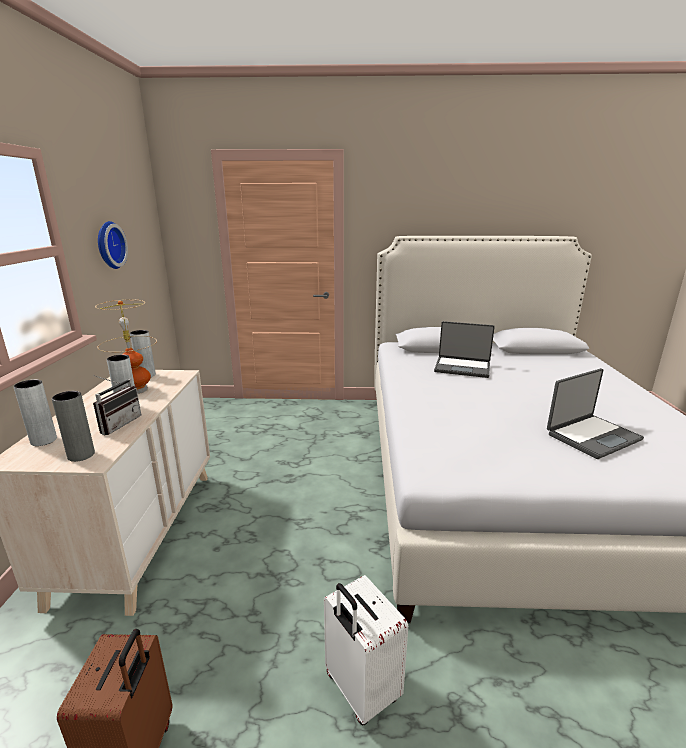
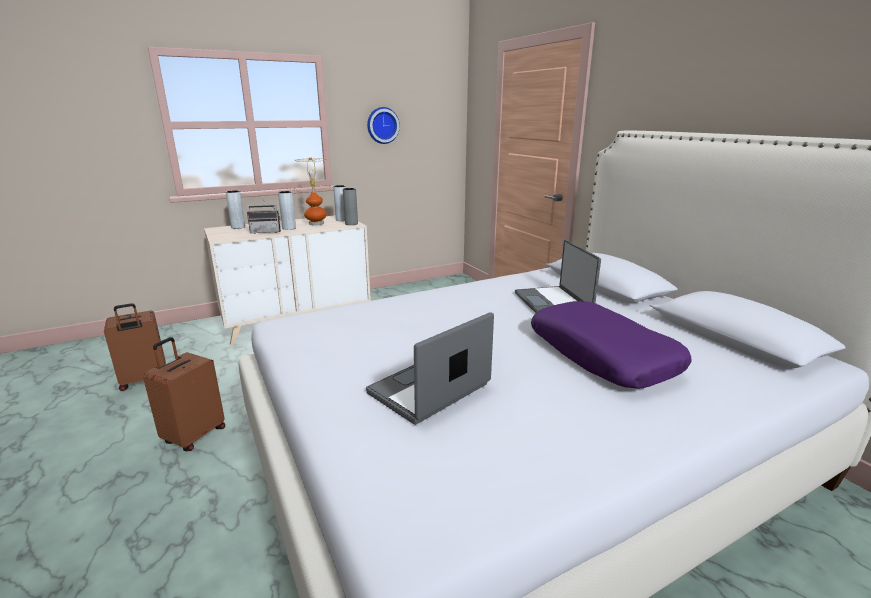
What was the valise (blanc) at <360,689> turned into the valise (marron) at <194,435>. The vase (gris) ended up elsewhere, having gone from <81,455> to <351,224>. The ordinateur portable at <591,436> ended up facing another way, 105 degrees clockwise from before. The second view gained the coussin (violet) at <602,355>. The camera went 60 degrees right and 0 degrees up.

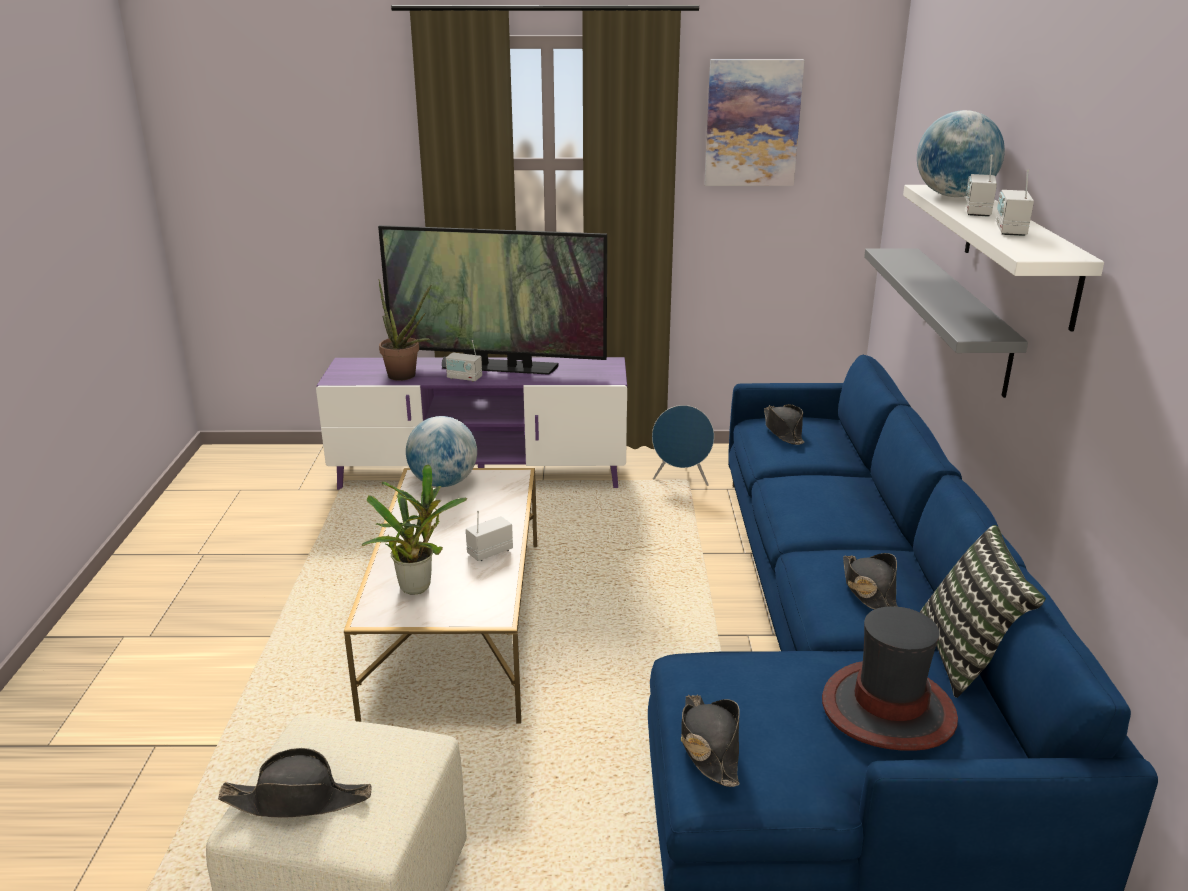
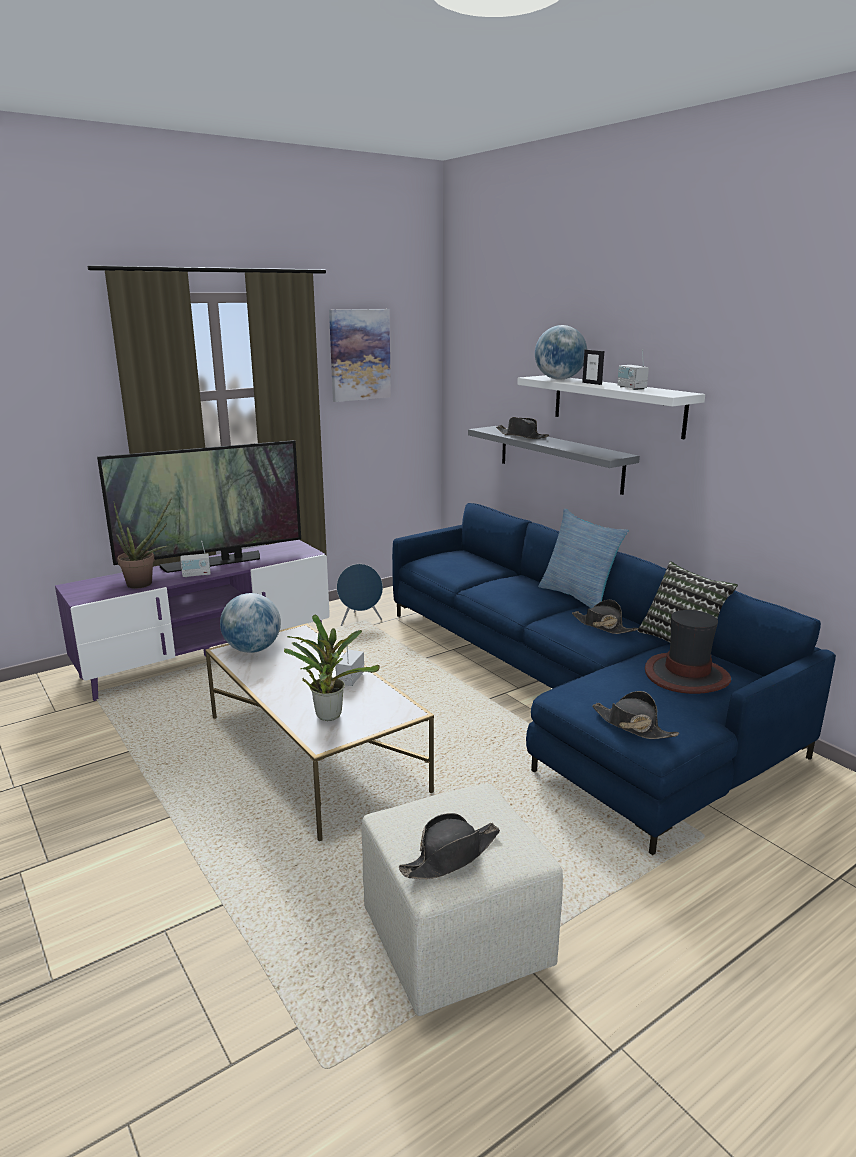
The chapeau (noir) ended up elsewhere, having gone from <783,431> to <522,436>. The second view gained the coussin at <579,597>. Where the radio stood at <977,212>, the cadre photo came to stand at <592,383>. The camera went 35 degrees left and 5 degrees down.

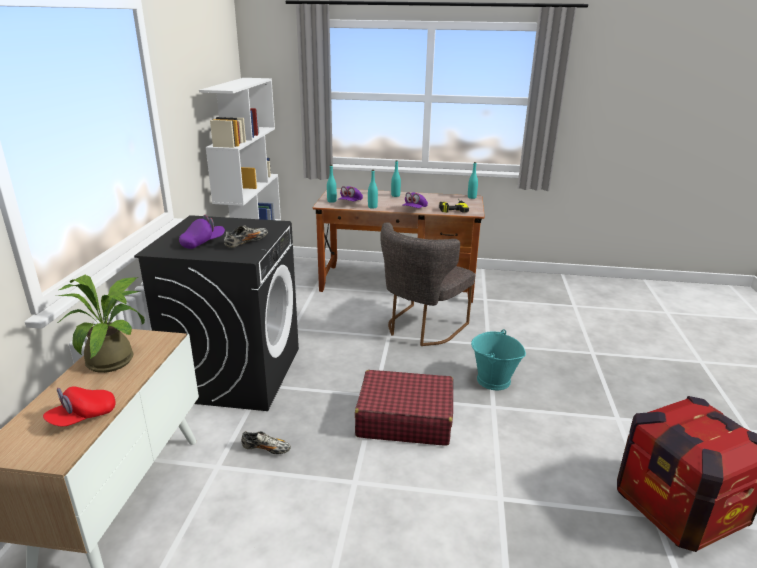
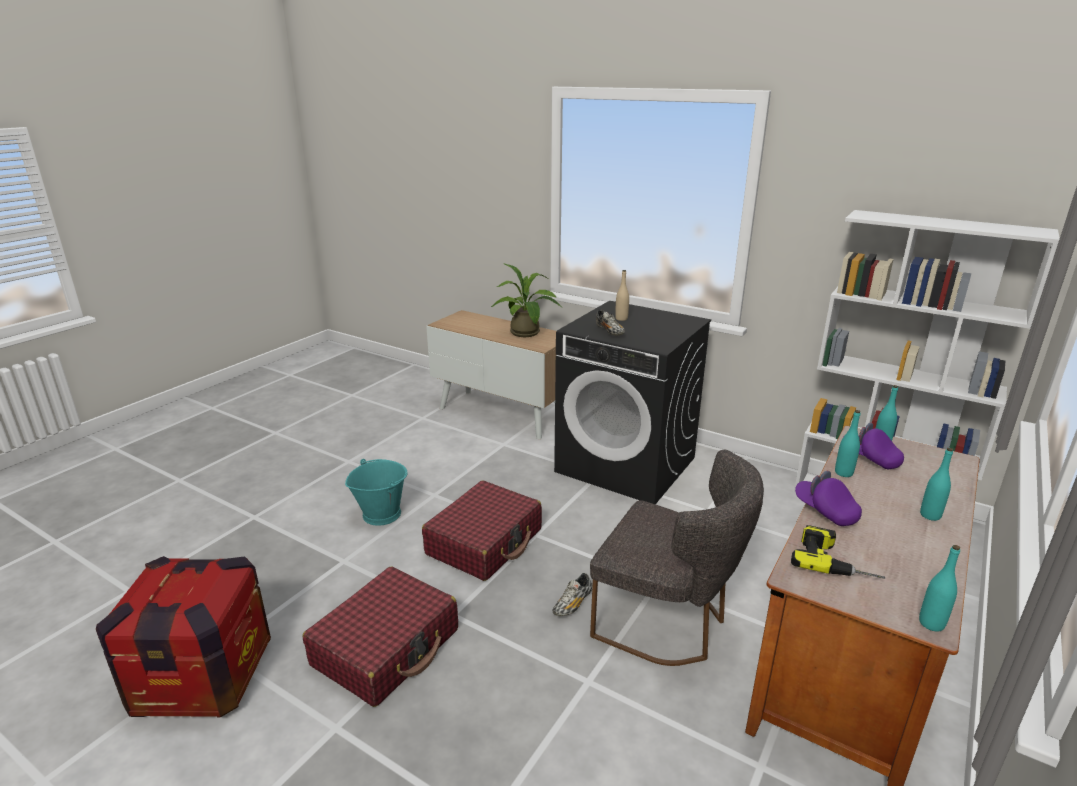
The second view gained the valise (rouge) at <386,647>. The seau (turquoise) ended up elsewhere, having gone from <493,380> to <381,513>. The chaussure ended up elsewhere, having gone from <266,449> to <572,604>. The chaise (gris) at <421,328> ended up facing another way, 150 degrees clockwise from before. Where the casquette (violet) stood at <203,243>, the bouteille (beige) came to stand at <621,319>. The second view lost the casquette (rouge) at <83,417>. The camera went 115 degrees right and 0 degrees up.

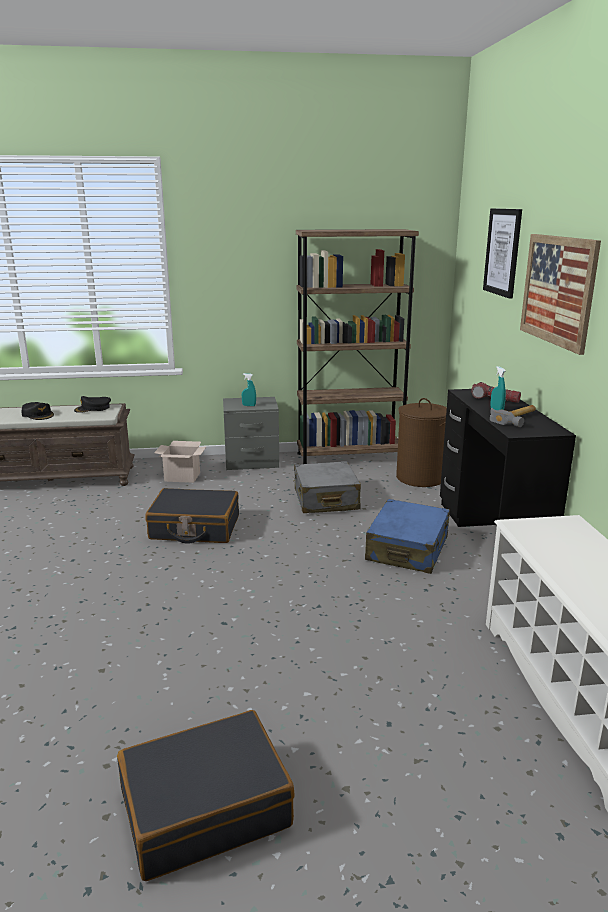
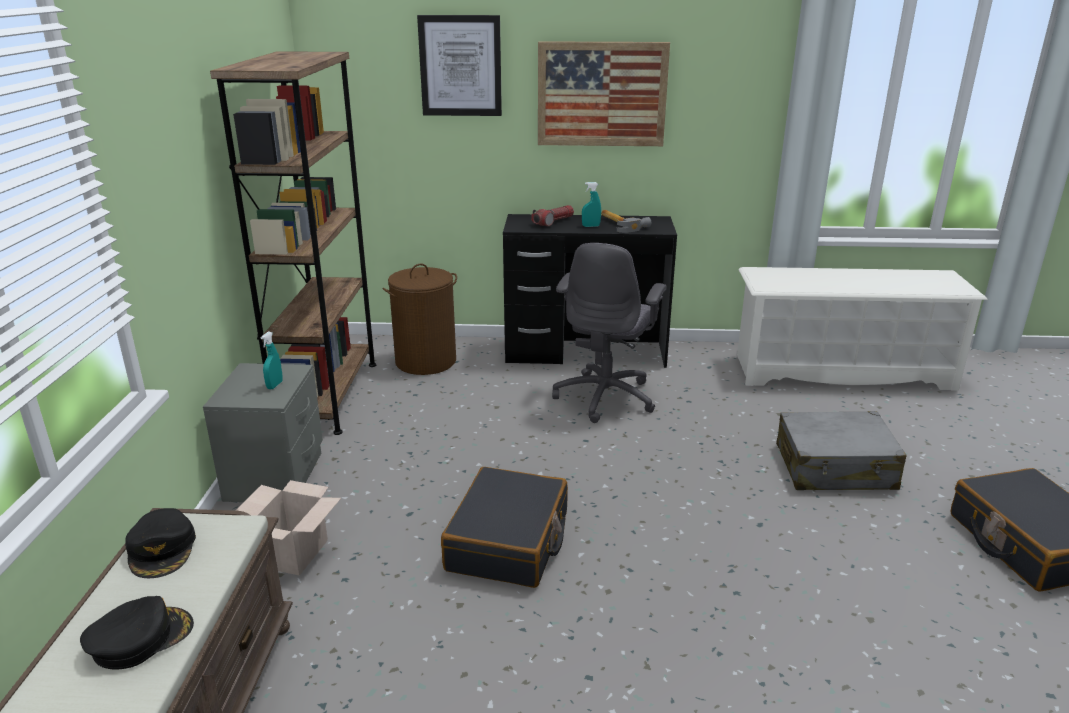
Where the valise (bleu) stood at <407,549>, the chaise de bureau (gris) came to stand at <606,397>. The valise (gris) ended up elsewhere, having gone from <325,499> to <835,468>. The camera went 80 degrees left and 5 degrees up.

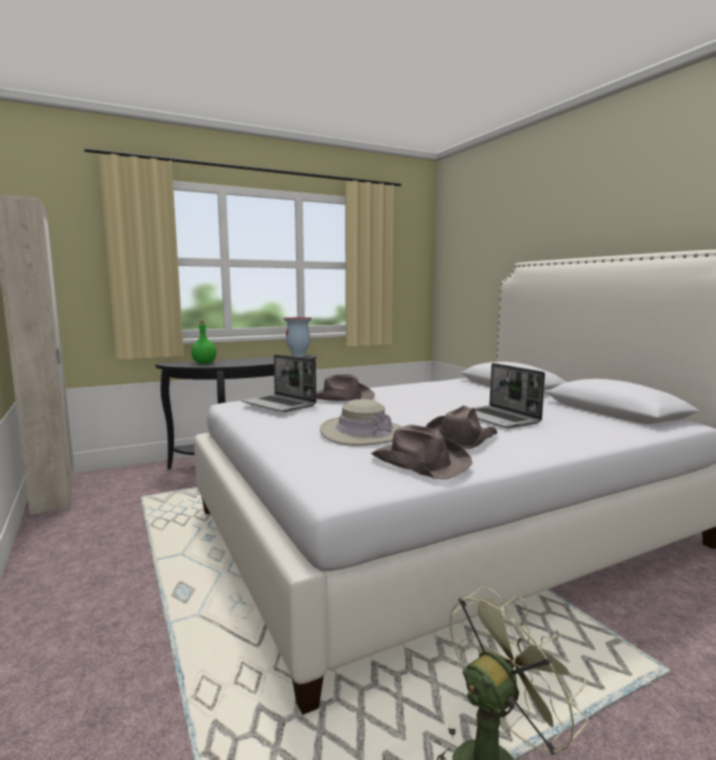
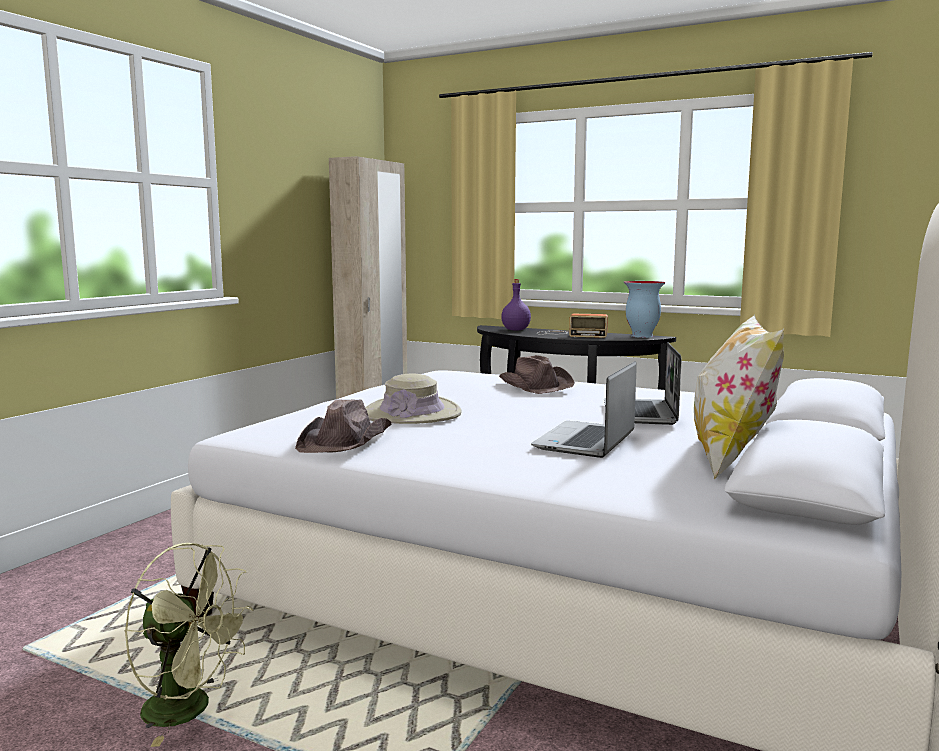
What was the bouteille (vert) at <204,363> turned into the bouteille (violet) at <516,330>. The second view gained the radio at <569,334>. The ordinateur portable ended up elsewhere, having gone from <280,404> to <641,414>. The second view gained the coussin at <731,458>. The second view lost the chapeau (marron) at <459,439>. The camera went 55 degrees right and 0 degrees up.

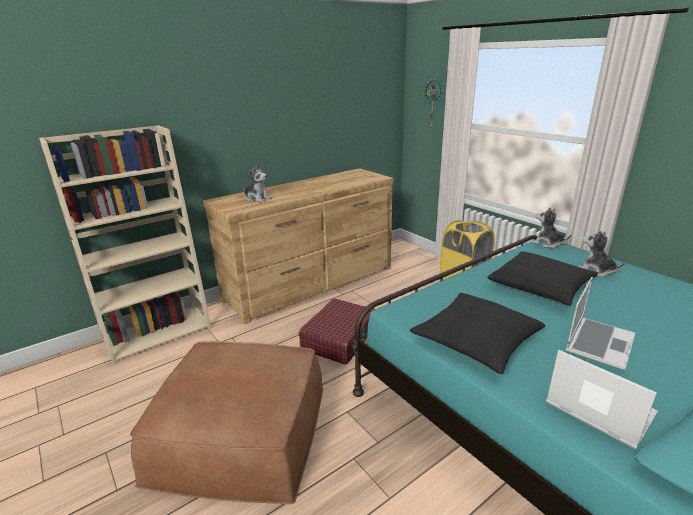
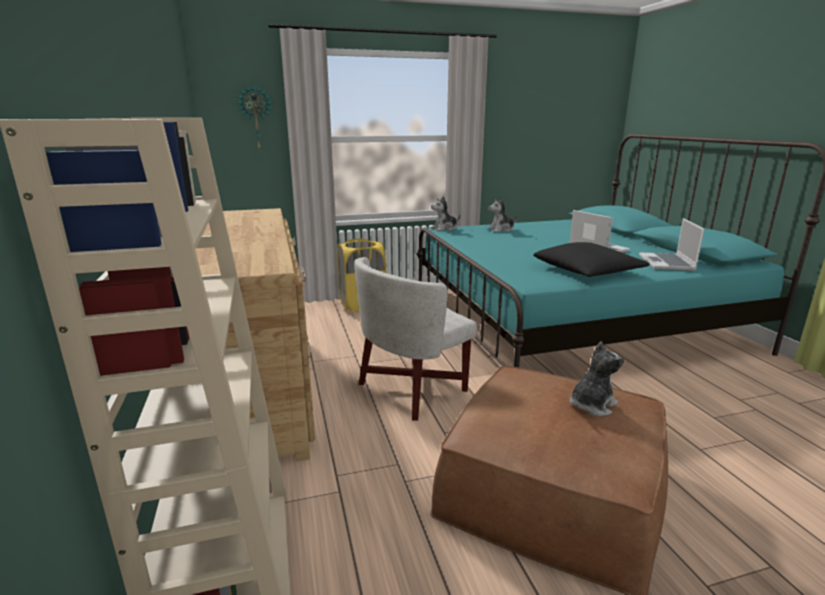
Where the valise (rouge) stood at <340,339>, the fauteuil (blanc) came to stand at <412,388>. The peluche ended up elsewhere, having gone from <257,198> to <591,405>. The ordinateur portable at <597,409> ended up facing another way, 60 degrees counterclockwise from before. The second view lost the coussin (noir) at <540,286>. The camera went 70 degrees left and 5 degrees down.

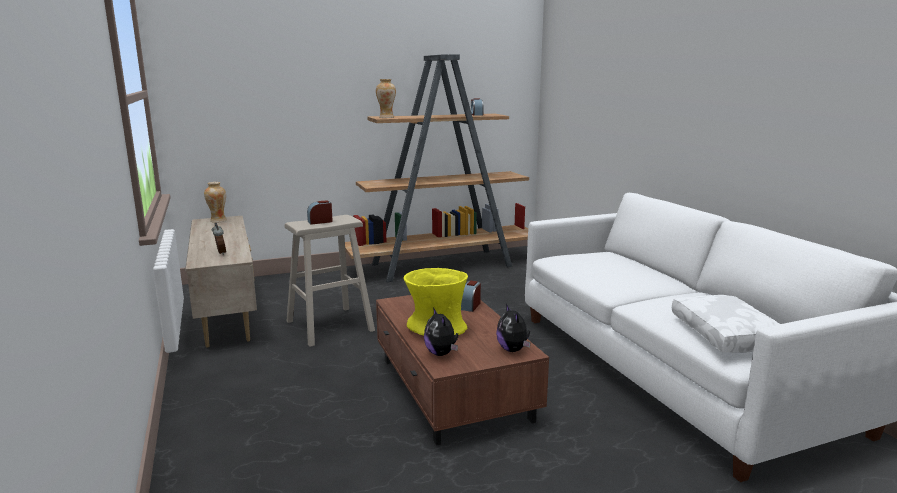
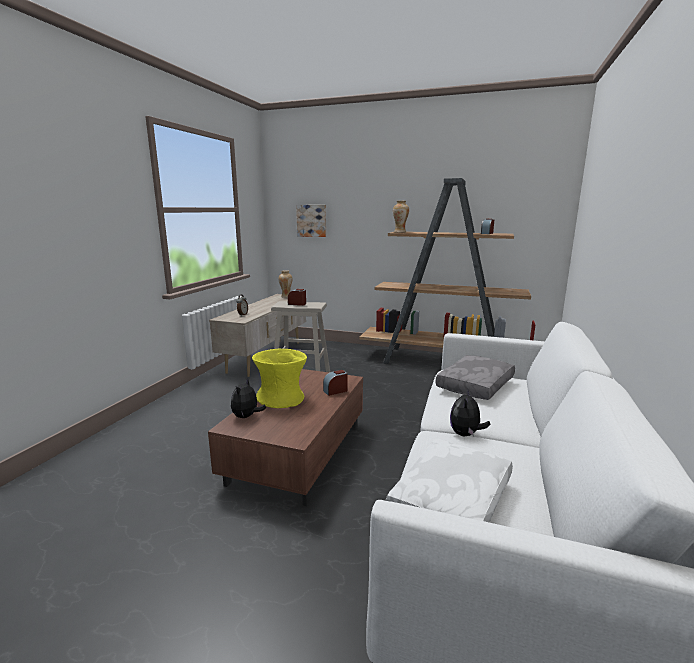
The second view gained the tableau at <312,220>. The second view gained the coussin (gris) at <476,386>. The peluche ended up elsewhere, having gone from <513,350> to <466,434>. The camera went 40 degrees right and 0 degrees up.

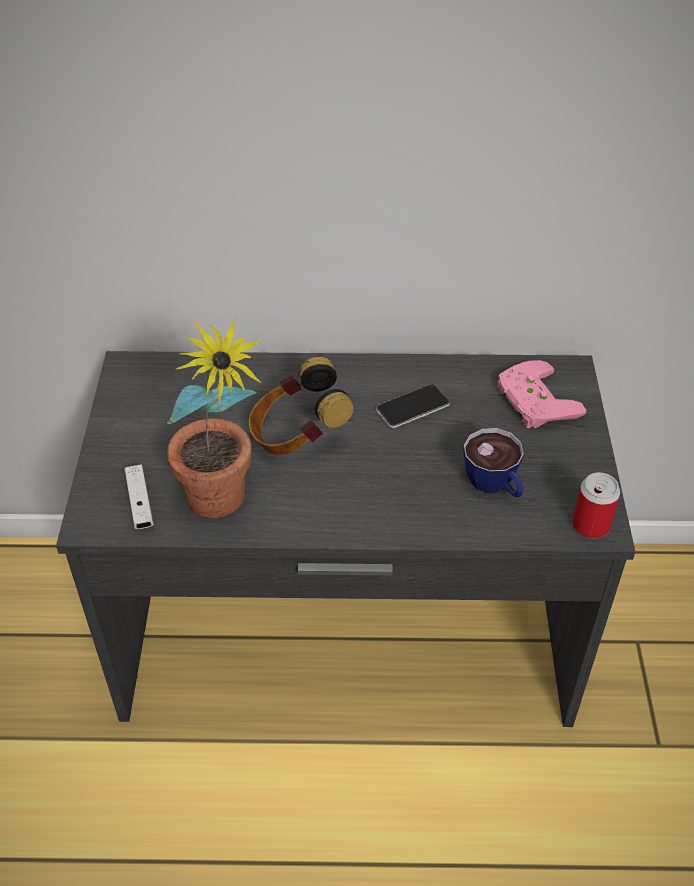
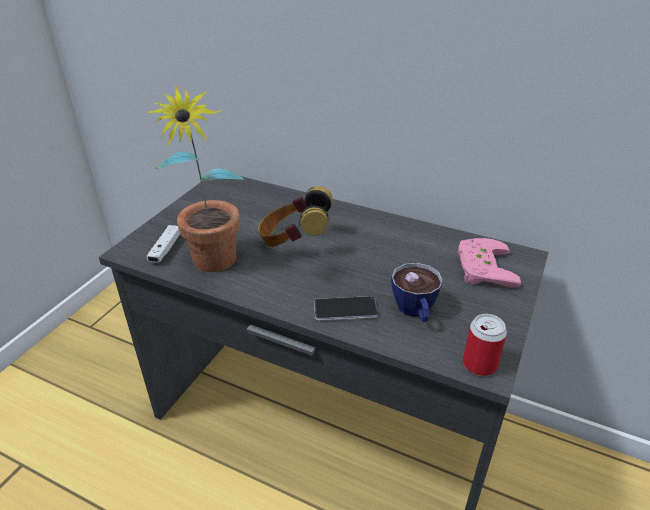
The téléphone ended up elsewhere, having gone from <412,407> to <345,310>. The camera went 25 degrees right and 10 degrees down.

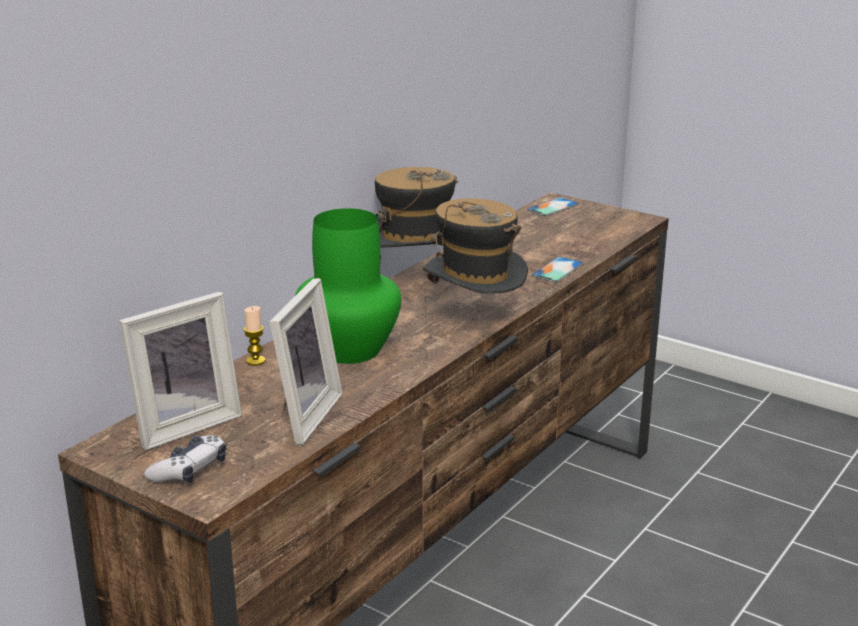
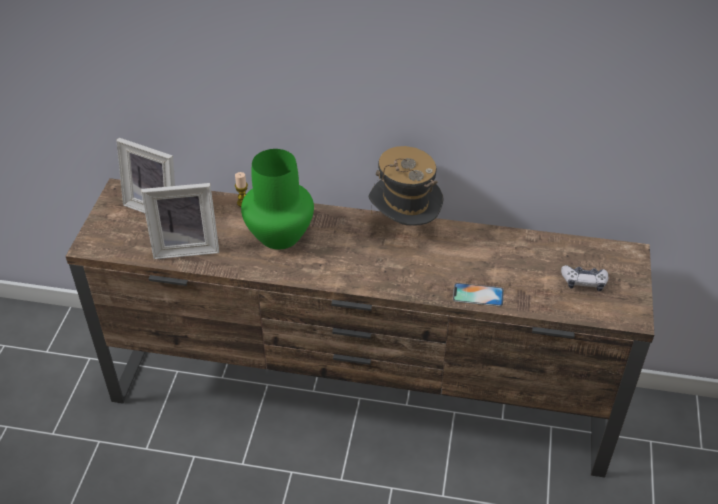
The manette ended up elsewhere, having gone from <189,470> to <584,282>. The second view lost the chapeau at <474,321>. The second view lost the téléphone at <552,207>. The camera went 65 degrees right and 20 degrees up.

